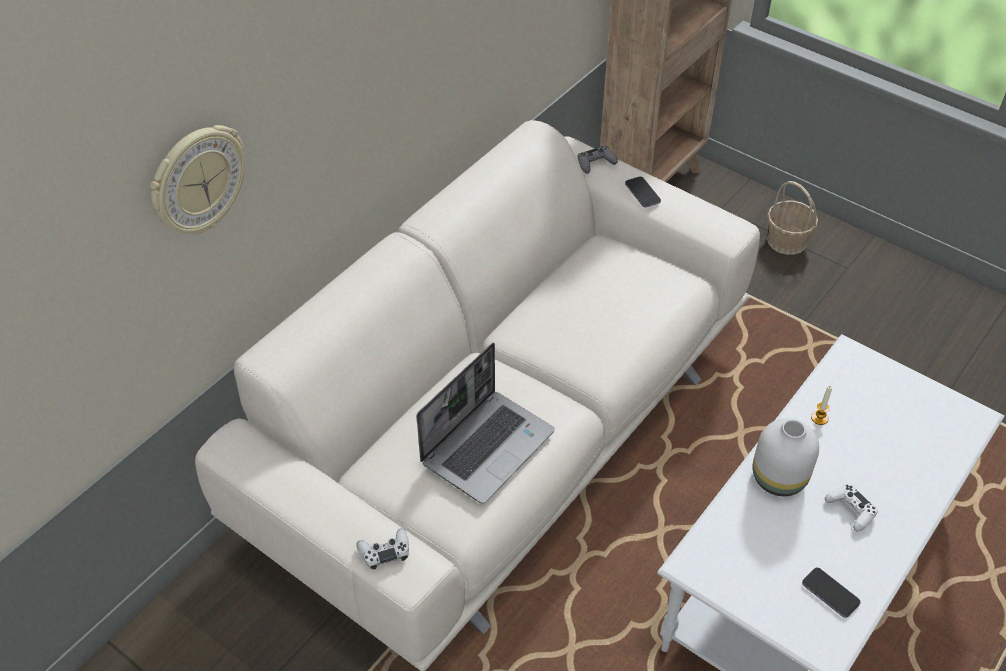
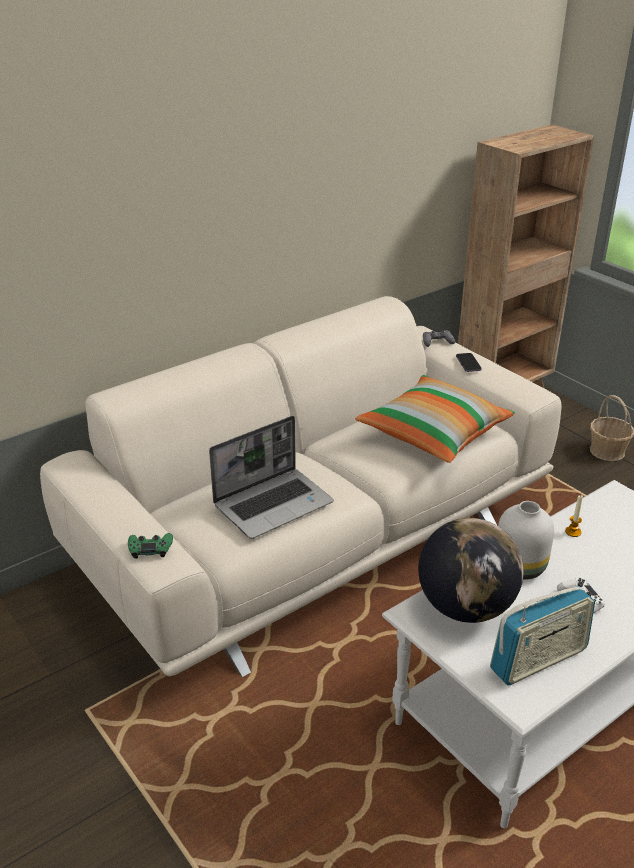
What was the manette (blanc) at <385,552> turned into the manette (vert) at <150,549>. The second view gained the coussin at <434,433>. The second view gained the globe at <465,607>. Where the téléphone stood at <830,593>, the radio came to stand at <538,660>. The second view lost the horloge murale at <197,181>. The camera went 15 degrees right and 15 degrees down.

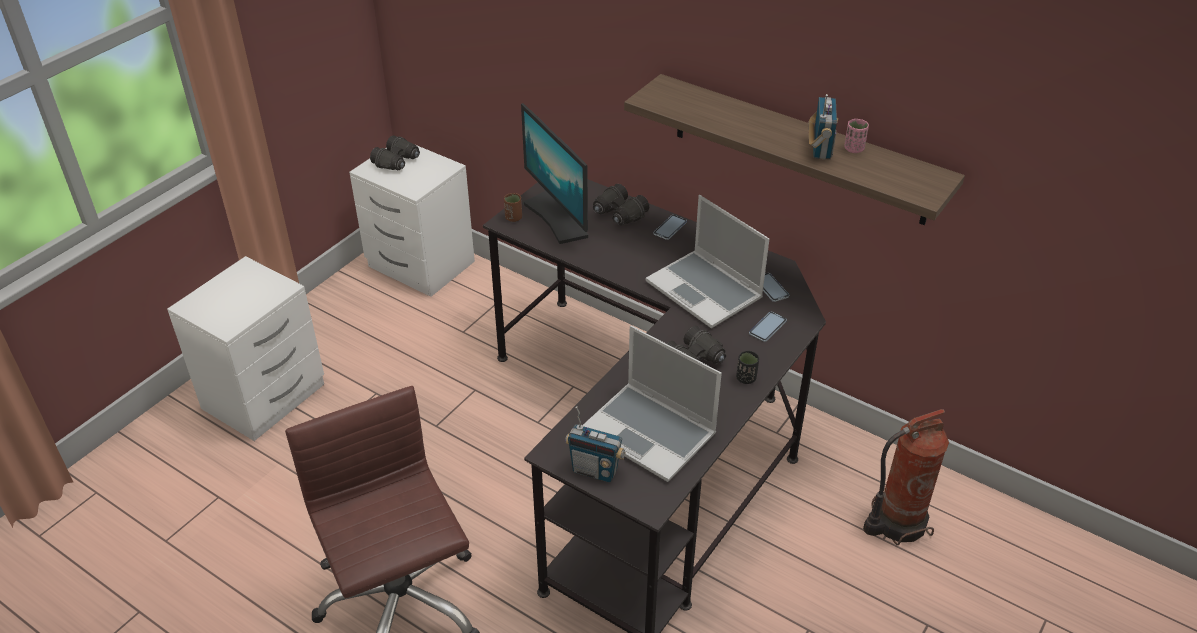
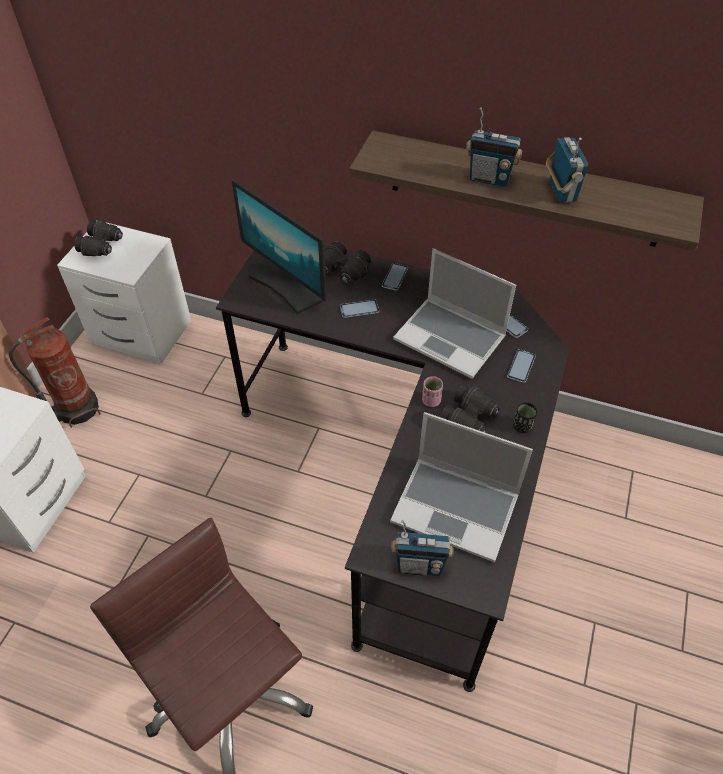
The extincteur ended up elsewhere, having gone from <896,522> to <75,409>. The second view gained the téléphone at <359,309>. The tasse (rose) ended up elsewhere, having gone from <854,149> to <431,400>. The second view gained the radio at <489,179>. The second view lost the tasse (marron) at <513,218>. The camera went 15 degrees left and 10 degrees up.

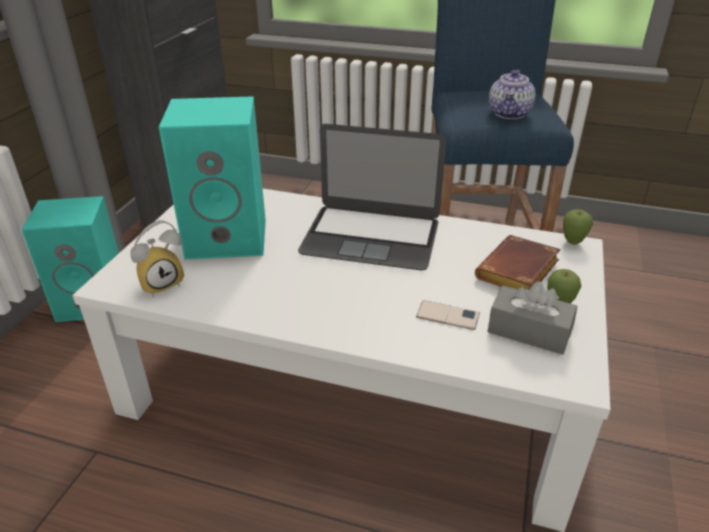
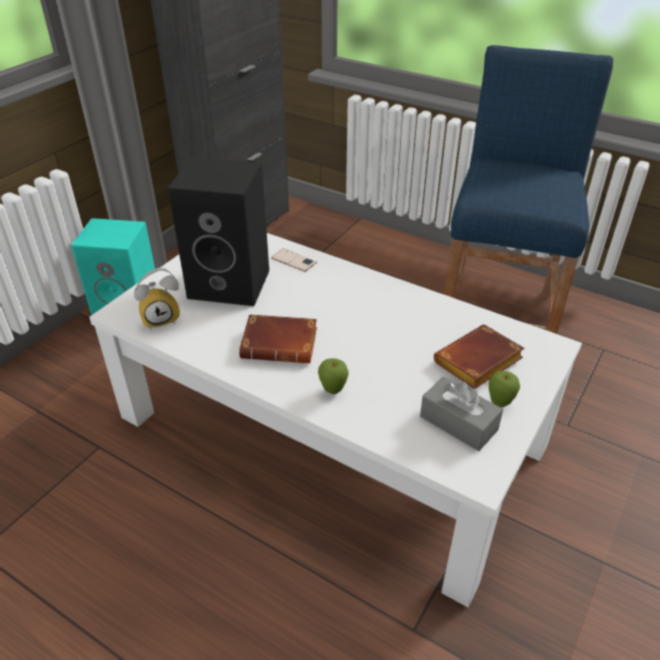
What was the enceinte (turquoise) at <229,237> turned into the enceinte (noir) at <231,283>. The second view gained the livre (marron) at <282,344>. The téléphone ended up elsewhere, having gone from <447,315> to <293,260>. The pomme ended up elsewhere, having gone from <572,243> to <333,391>. The second view lost the ordinateur portable at <371,236>. The second view lost the théière at <510,114>. The camera went 15 degrees right and 5 degrees up.

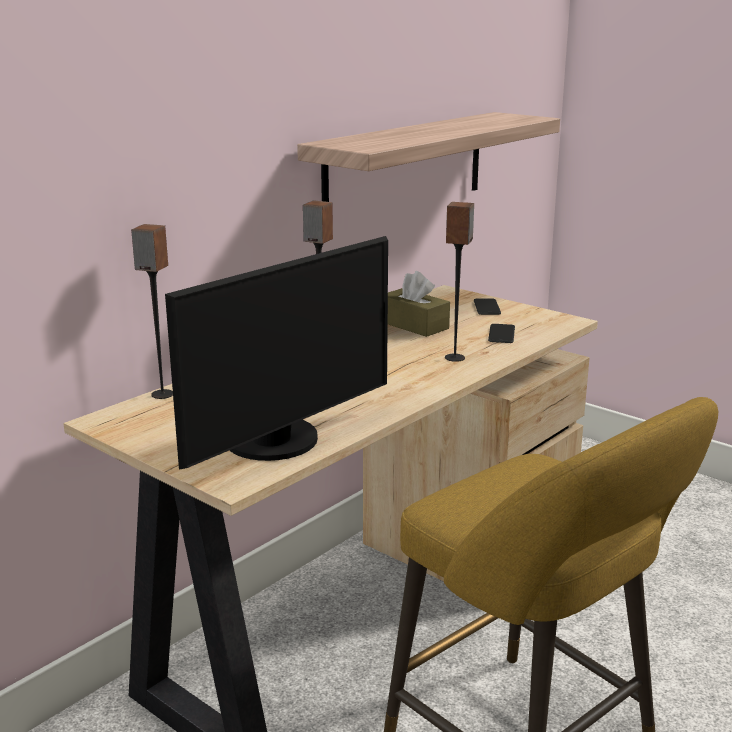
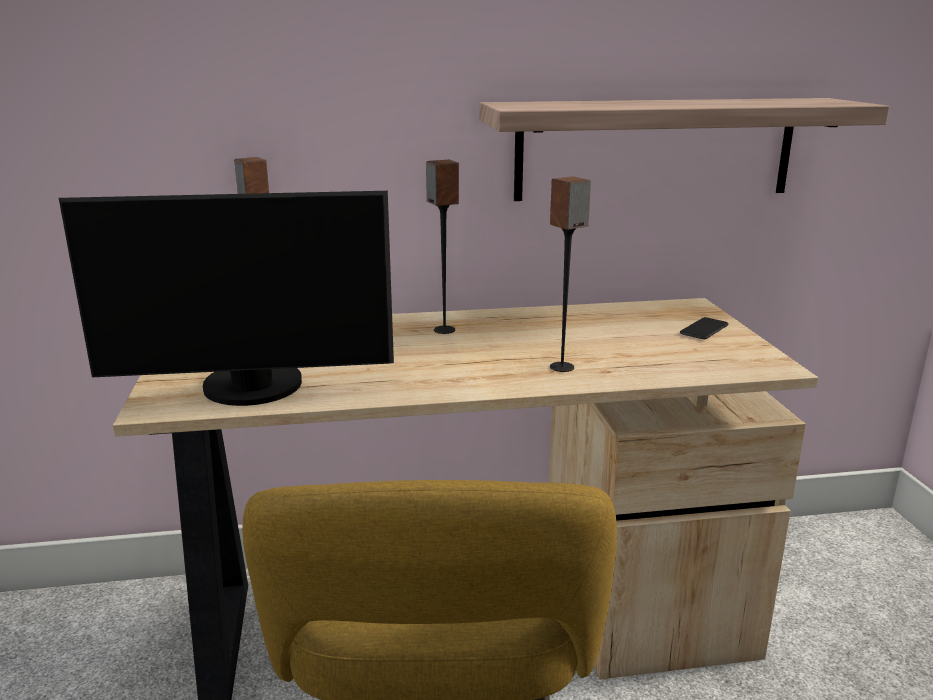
The second view lost the boîte à mouchoirs (marron) at <413,325>. The second view lost the téléphone at <501,334>. The camera went 40 degrees right and 0 degrees up.

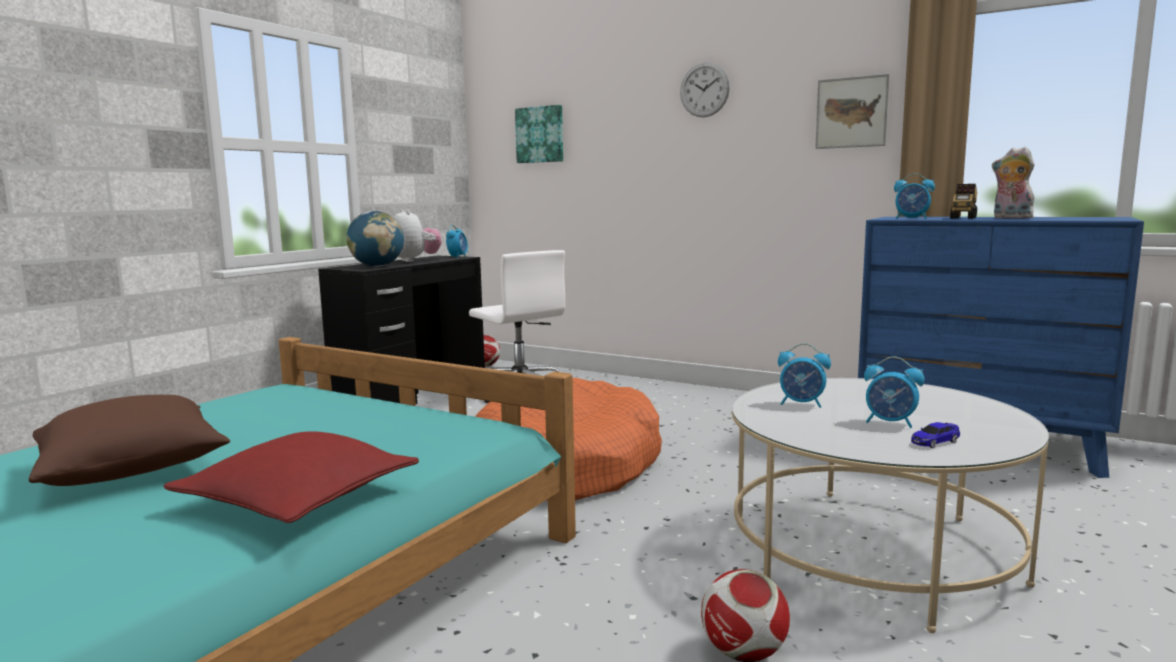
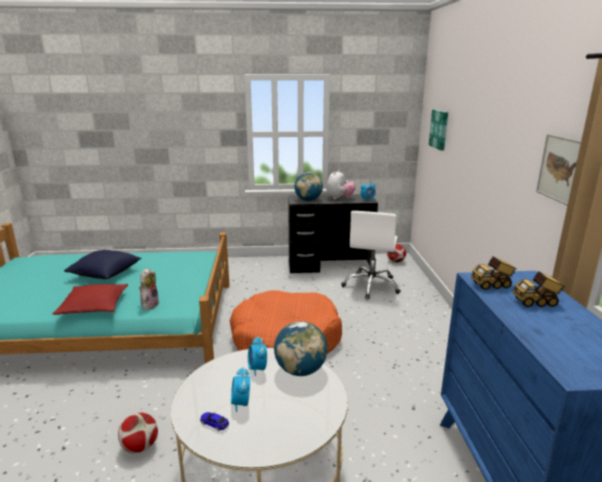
What was the coussin (marron) at <133,470> turned into the coussin (bleu) at <106,274>. The peluche ended up elsewhere, having gone from <1010,218> to <149,304>. The second view gained the globe at <300,370>. Where the réveil stood at <912,218>, the camion jouet came to stand at <492,285>. The second view lost the horloge murale at <704,90>. The camera went 55 degrees right and 10 degrees up.

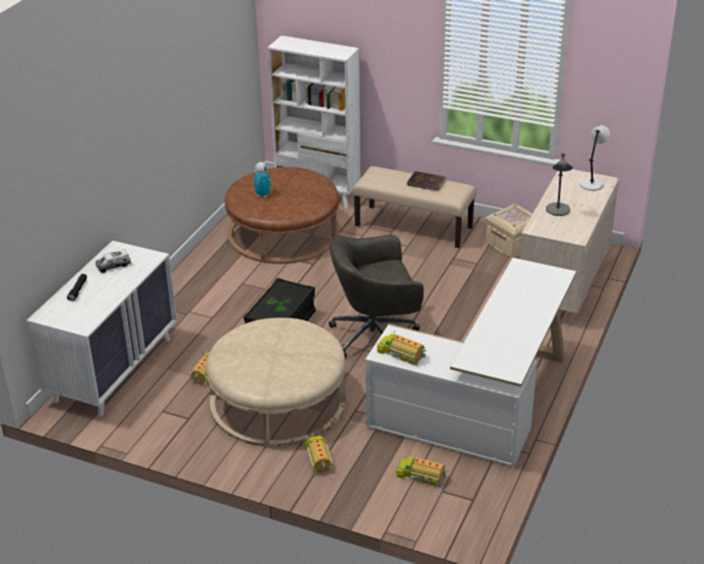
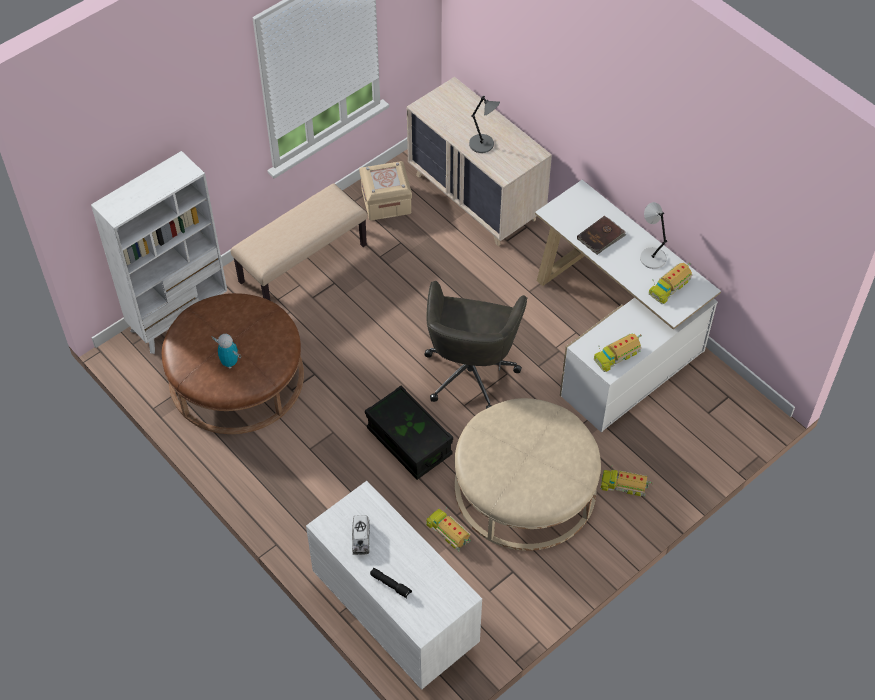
The livre (marron) ended up elsewhere, having gone from <426,183> to <601,237>. The lampe de table (gris) ended up elsewhere, having gone from <592,184> to <651,257>. The camion jouet ended up elsewhere, having gone from <421,475> to <669,286>. The camera went 65 degrees left and 20 degrees up.

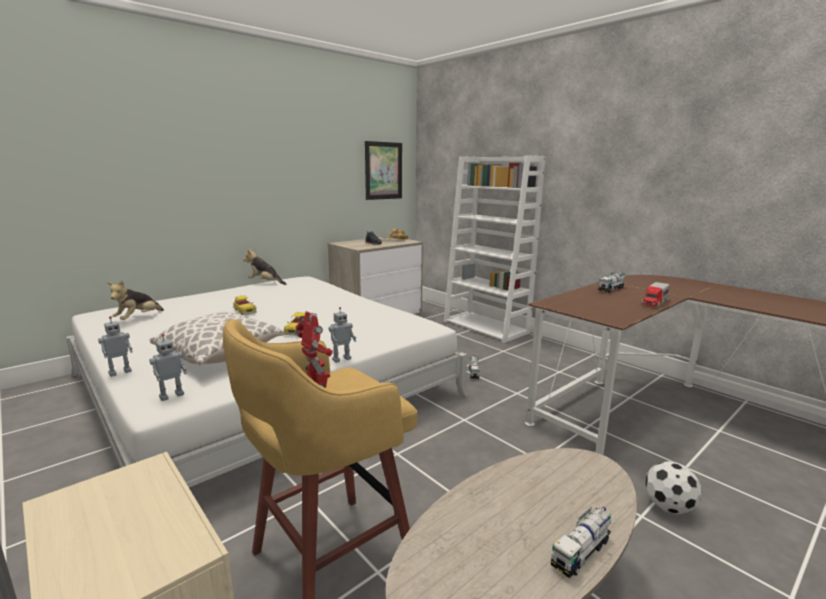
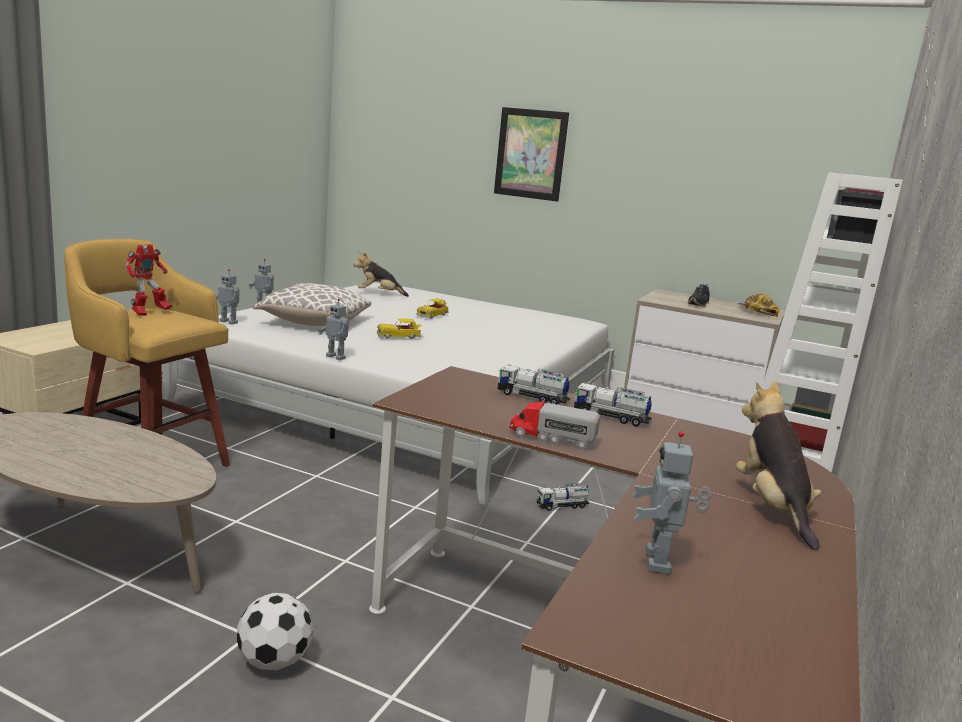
The tableau ended up elsewhere, having gone from <383,171> to <530,154>. The camion jouet ended up elsewhere, having gone from <581,552> to <532,397>. The second view gained the robot jouet at <660,562>. The peluche ended up elsewhere, having gone from <265,283> to <772,507>. The camera went 65 degrees right and 0 degrees up.

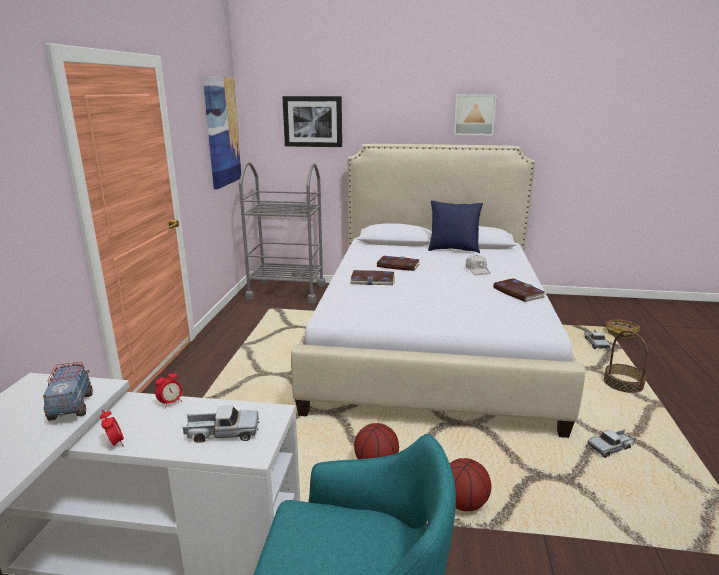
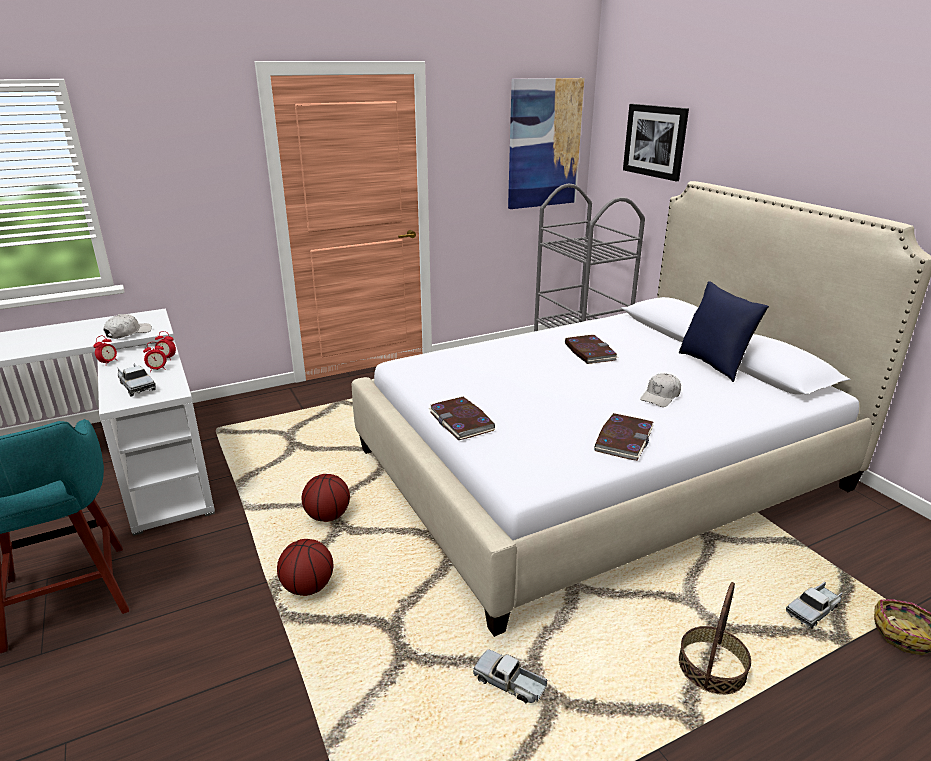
Where the camion jouet stood at <71,407>, the casquette (blanc) came to stand at <128,333>. The second view gained the réveil at <157,369>. The livre ended up elsewhere, having gone from <373,280> to <462,421>. The second view lost the tableau at <474,114>. The camera went 55 degrees right and 5 degrees up.

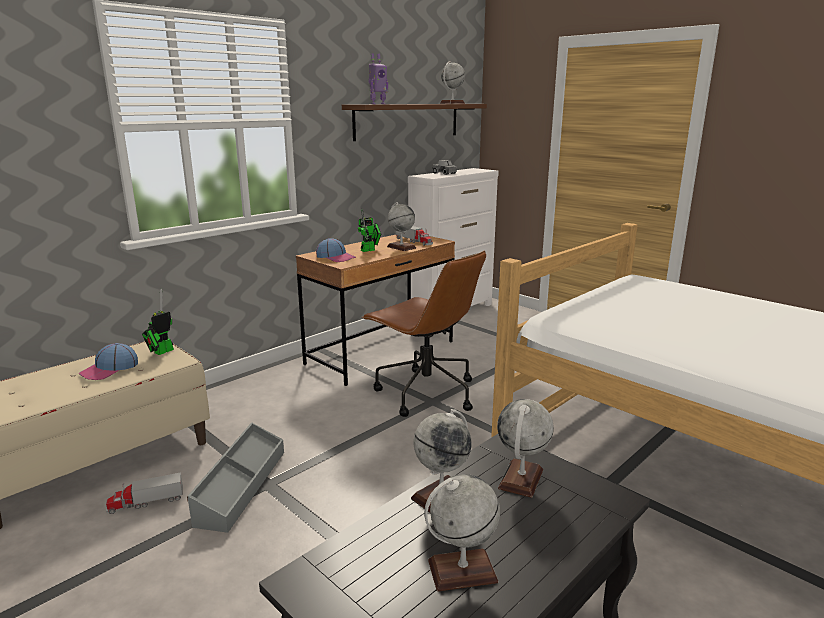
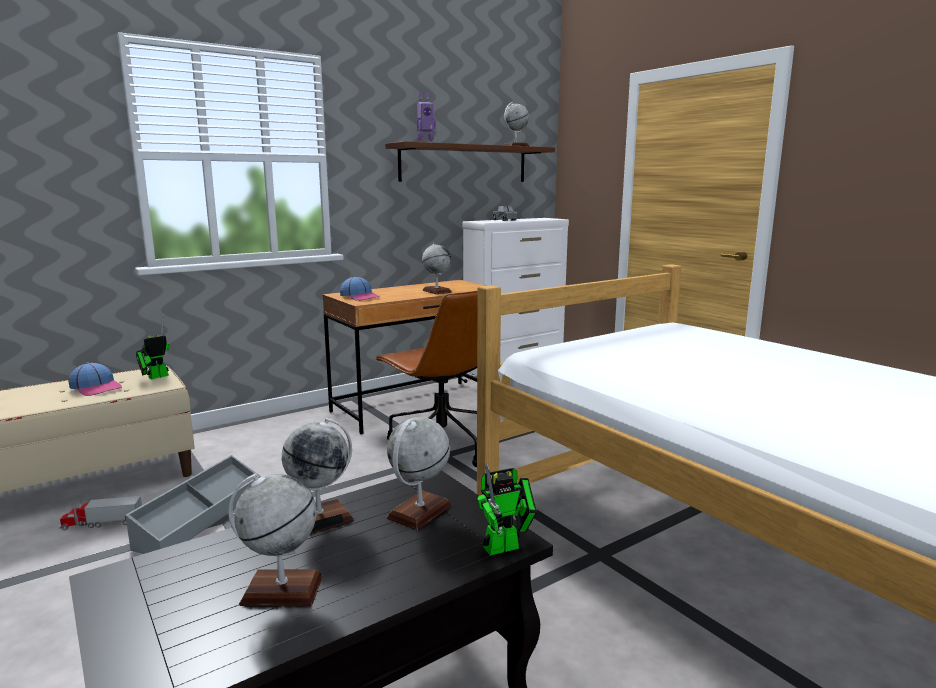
The casquette at <110,369> ended up facing another way, 105 degrees counterclockwise from before. The robot jouet ended up elsewhere, having gone from <370,250> to <506,546>. The second view lost the camion jouet at <414,241>. The camera went 10 degrees right and 5 degrees down.

